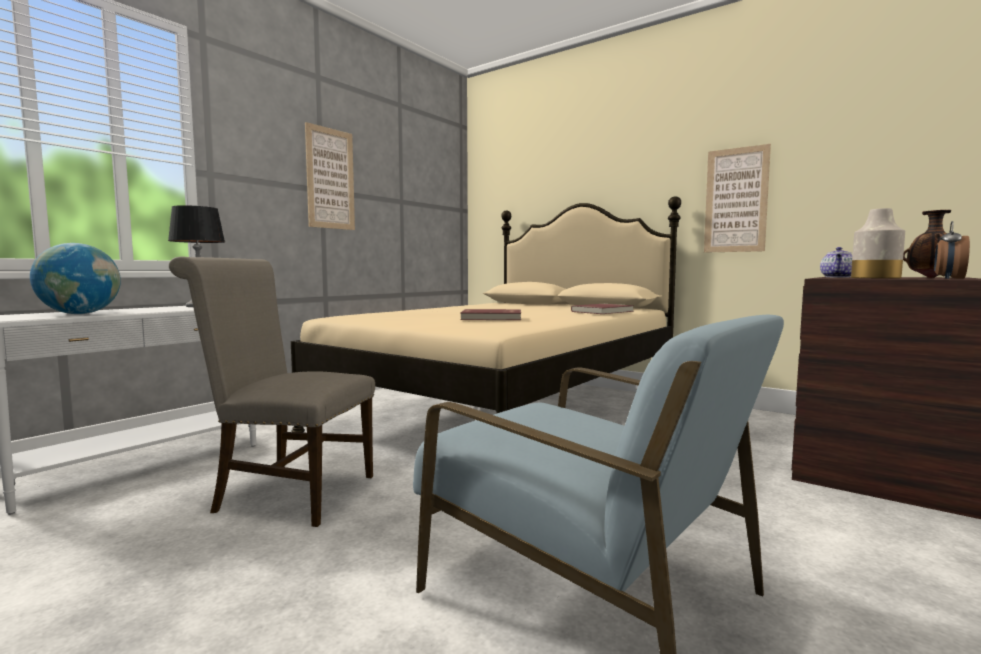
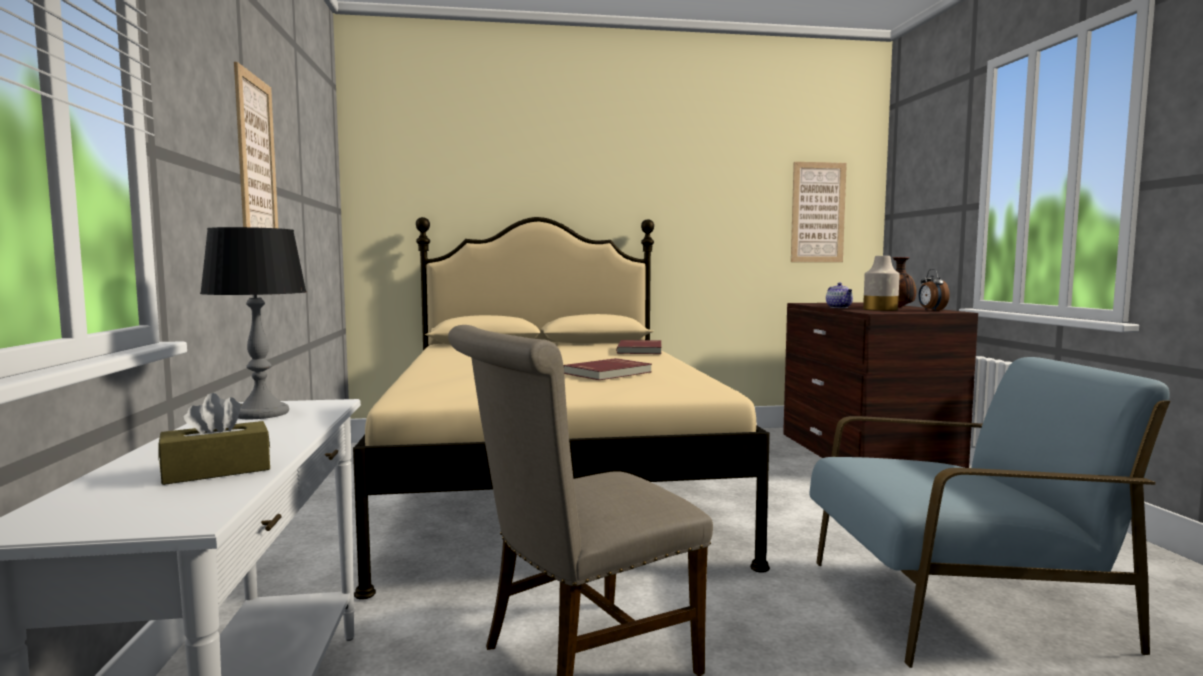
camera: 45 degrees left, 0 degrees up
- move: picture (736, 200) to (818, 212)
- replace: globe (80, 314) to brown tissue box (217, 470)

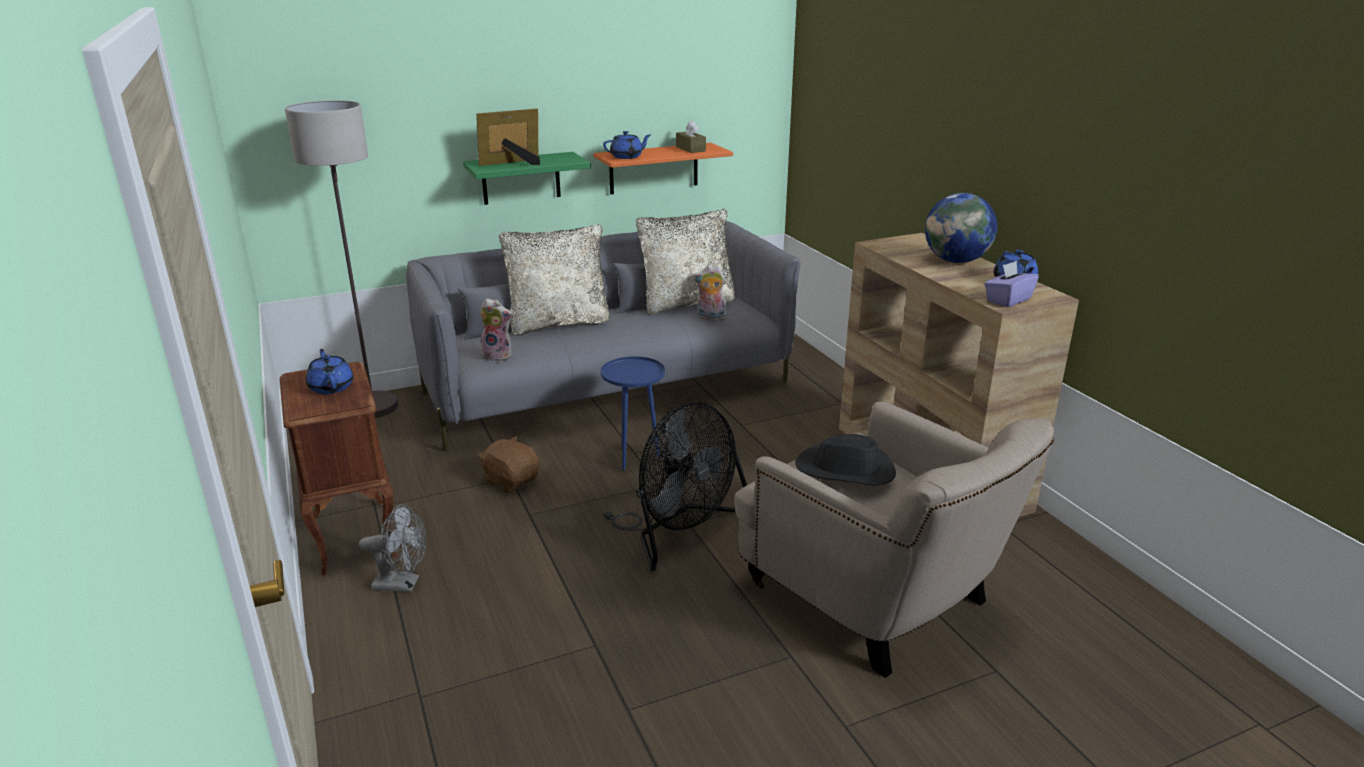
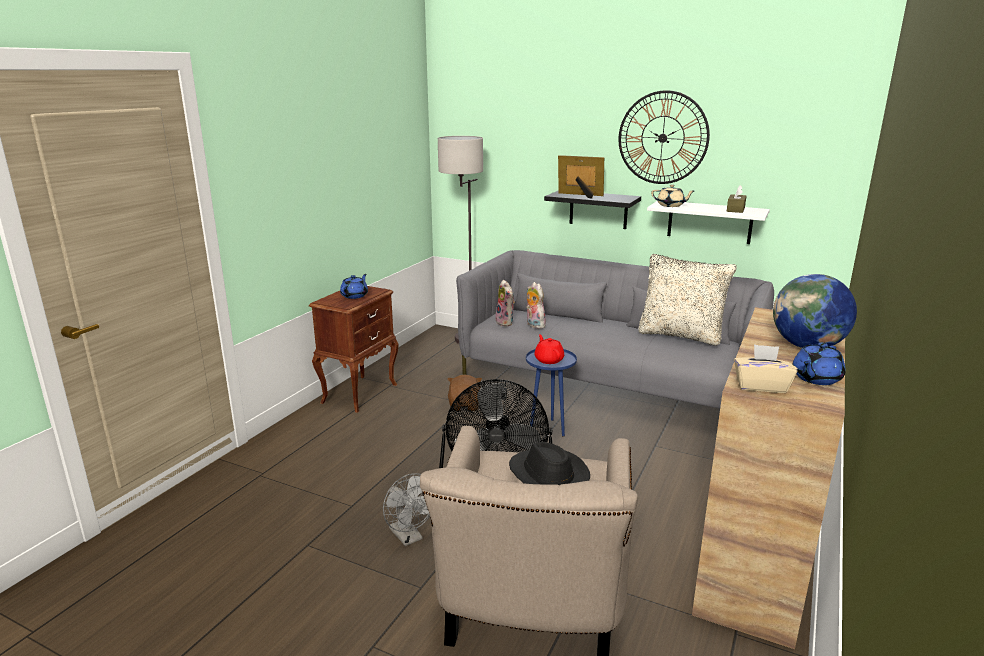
camera: 50 degrees right, 5 degrees down
- recolor: blue teapot (627, 157) to beige teapot (671, 205)
- recolor: orange shelf (654, 168) to white shelf (709, 222)
- recolor: green shelf (521, 178) to black shelf (598, 209)
- delete: beige pillow (560, 324)
- recolor: purple tissue box (1007, 300) to beige tissue box (761, 386)
- move: plush toy (710, 318) to (534, 325)
- move: grey fan (403, 584) to (409, 537)
- insert: wall clock (662, 138)
- insert: red teapot (549, 359)

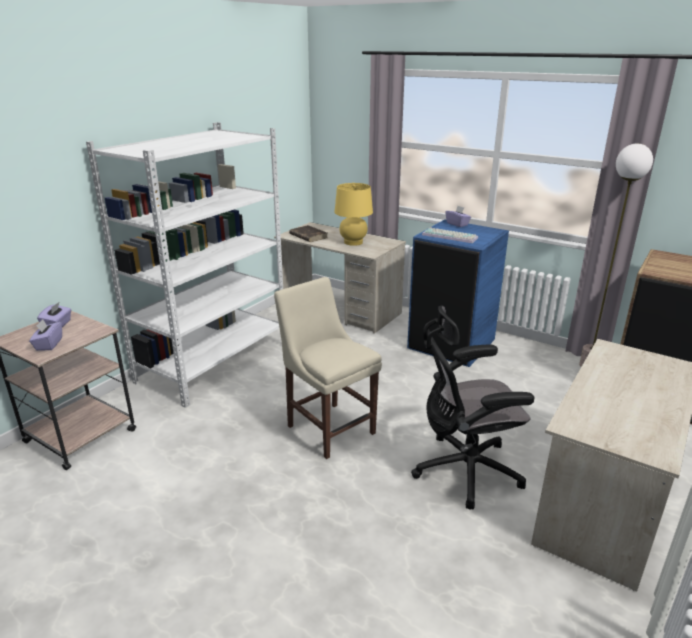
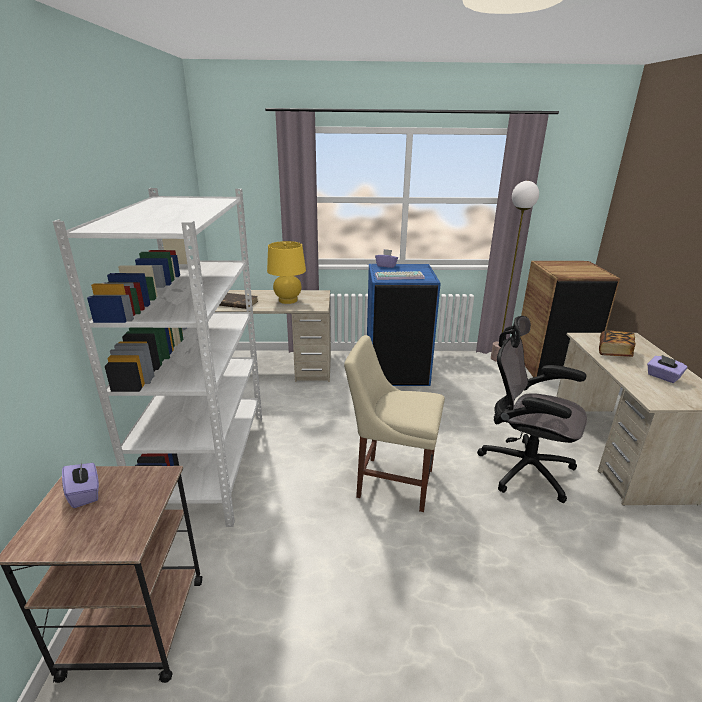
camera: 35 degrees left, 0 degrees up
- rotate: office chair (466, 471) = (525, 470) 75 degrees clockwise
- move: purple tissue box (48, 344) to (662, 377)
- insert: book (614, 352)

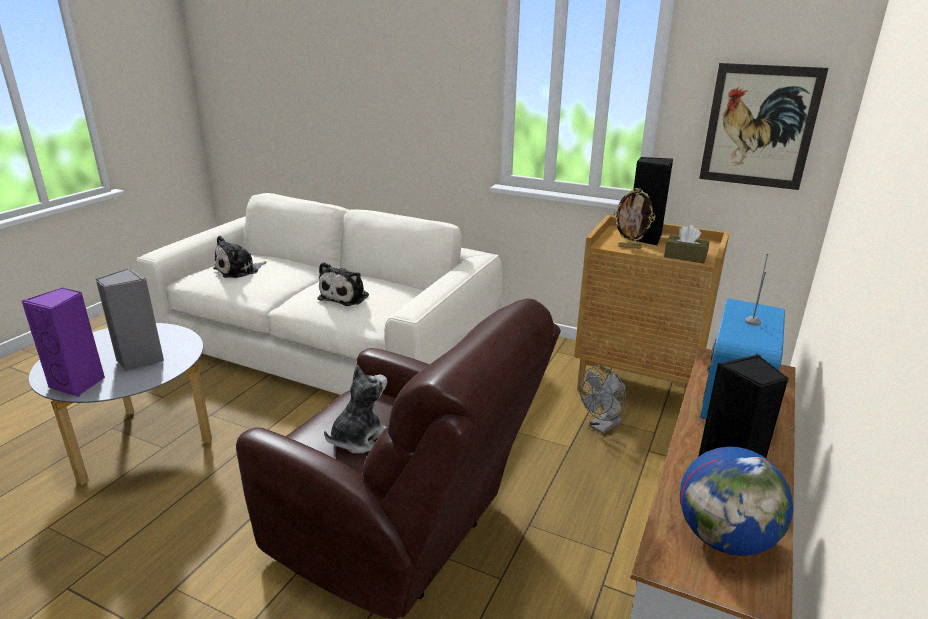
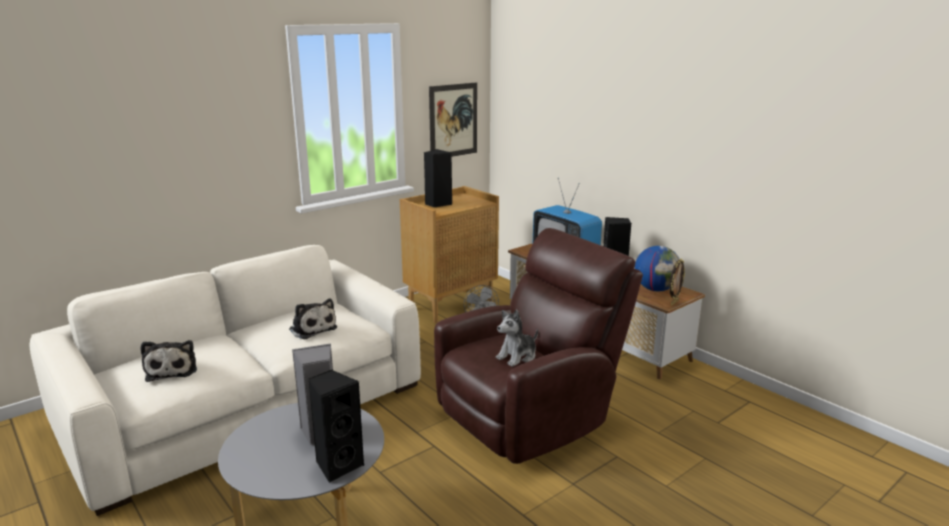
camera: 65 degrees left, 5 degrees down
- move: picture frame (630, 247) to (674, 302)
- delete: brown tissue box (685, 257)
- recolor: purple speaker (79, 384) to black speaker (338, 465)
- rotate: plush toy (359, 438) = (517, 356) 105 degrees counterclockwise

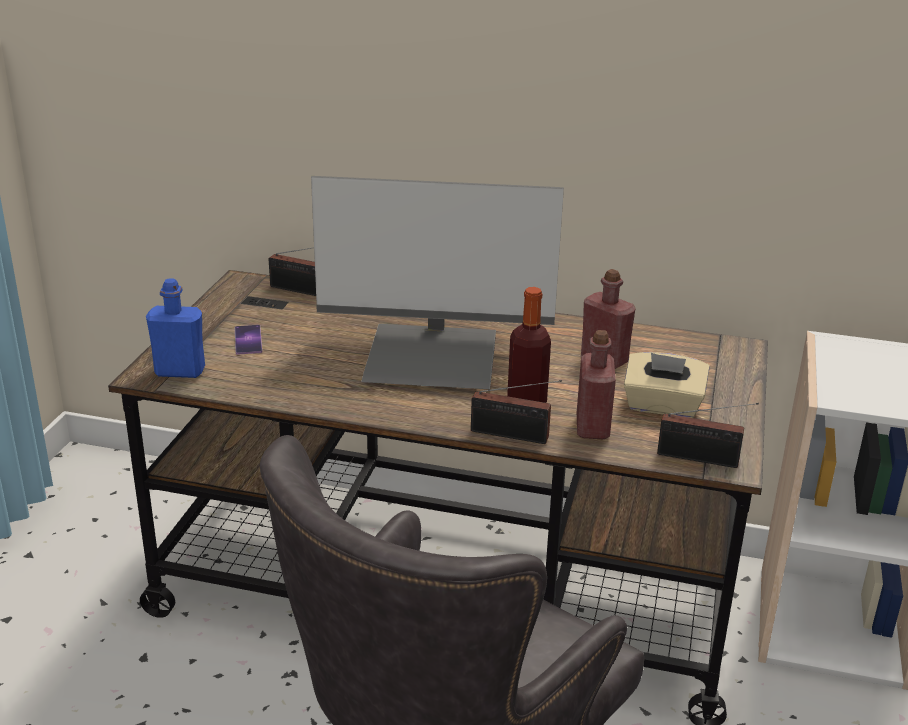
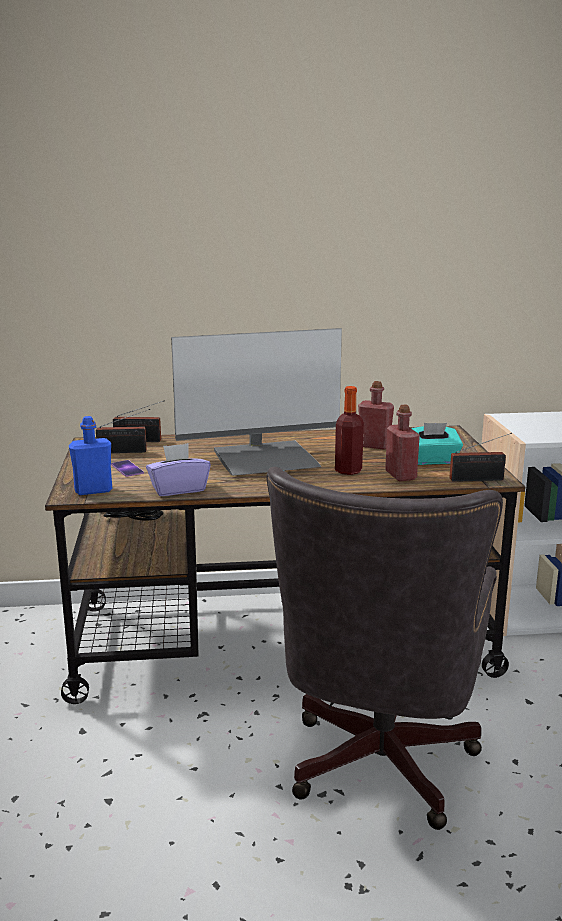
camera: 20 degrees left, 10 degrees down
- recolor: beige tissue box (662, 406) to turquoise tissue box (431, 461)
- move: radio (513, 435) to (125, 451)
- insert: purple tissue box (178, 489)

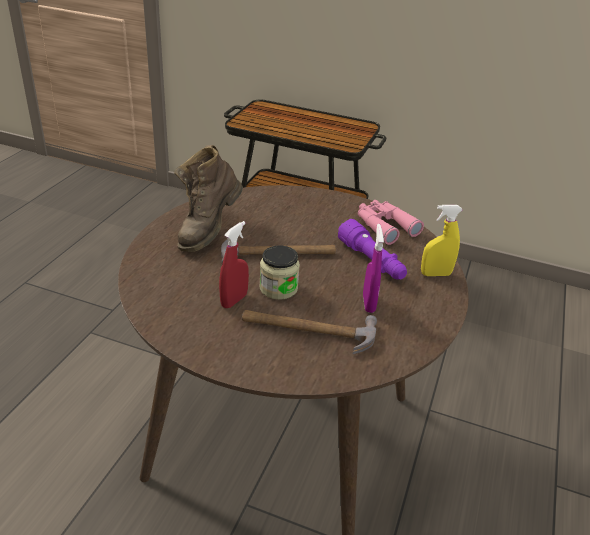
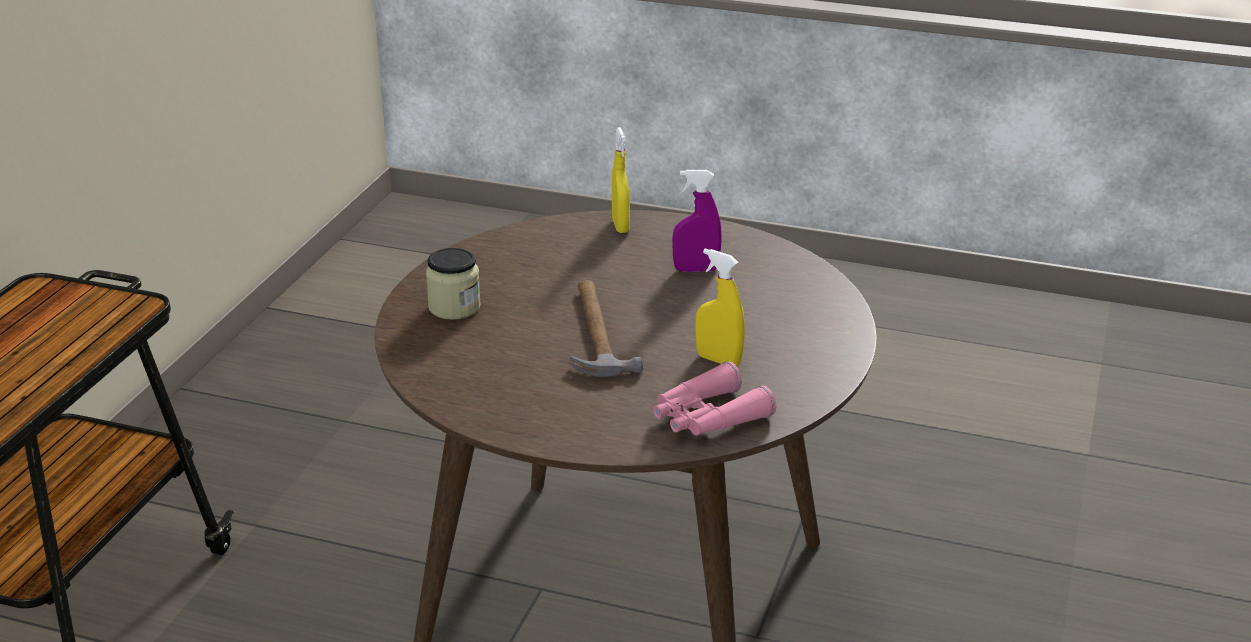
camera: 90 degrees left, 5 degrees down
- delete: brown boot (208, 231)
- move: pink binoculars (384, 226) to (707, 417)
- delete: purple flashlight (371, 261)
- recolor: red spray bottle (234, 300) to yellow spray bottle (718, 360)
- move: jar (278, 288) to (454, 307)
- delete: hammer (307, 330)

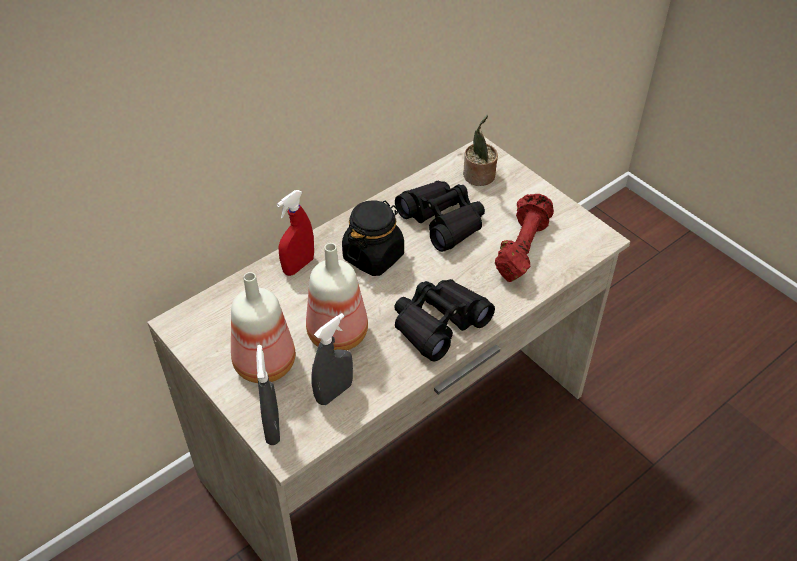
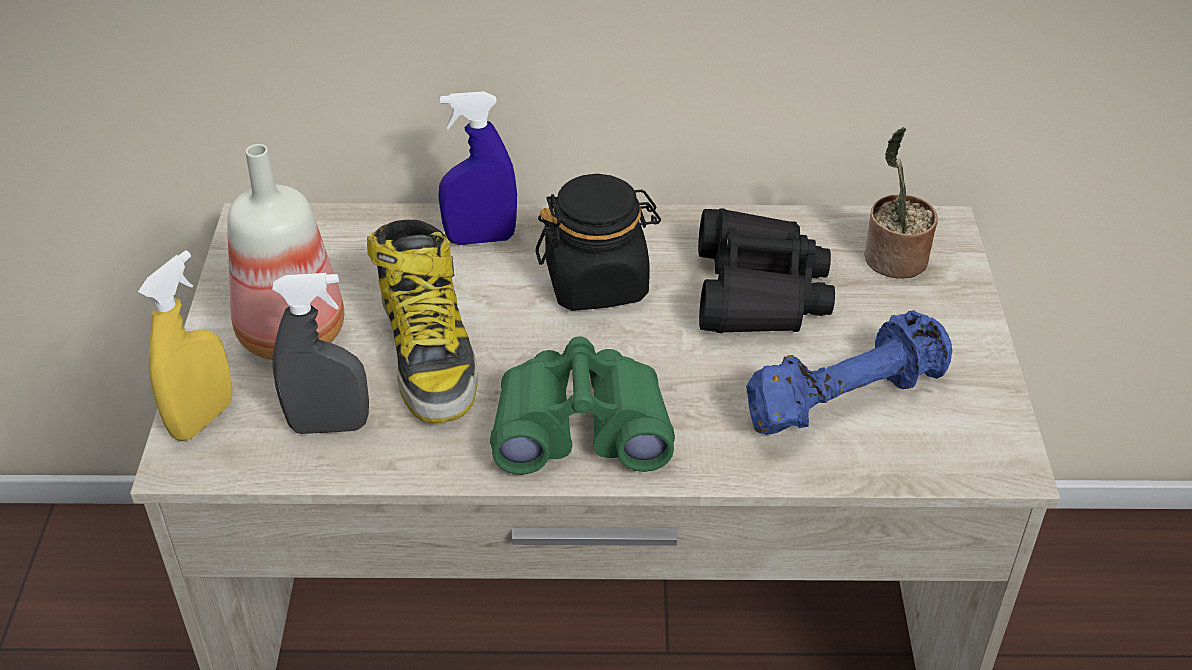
camera: 40 degrees right, 5 degrees down
- recolor: red spray bottle (298, 266) to blue spray bottle (481, 238)
- recolor: red dumbbell (521, 247) to blue dumbbell (843, 397)
- replace: bottle (337, 332) to boot (428, 351)
- recolor: black binoculars (438, 323) to green binoculars (581, 427)
- recolor: grey spray bottle (272, 428) to yellow spray bottle (203, 419)

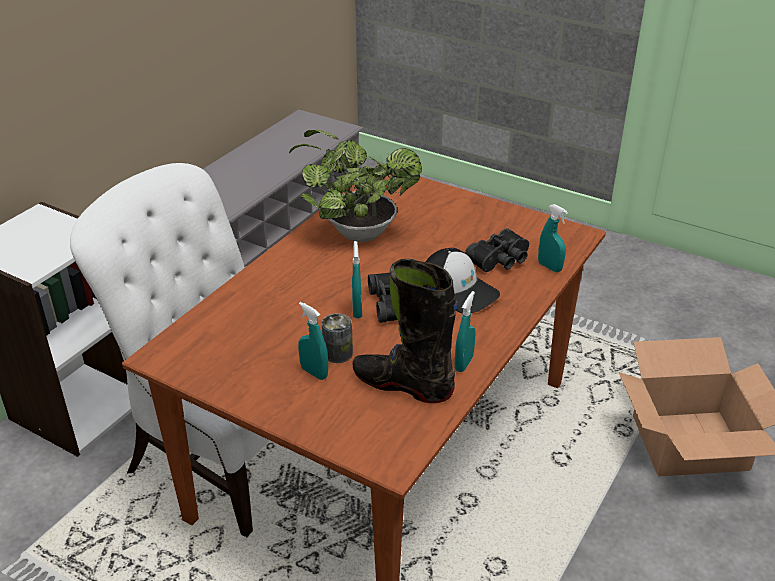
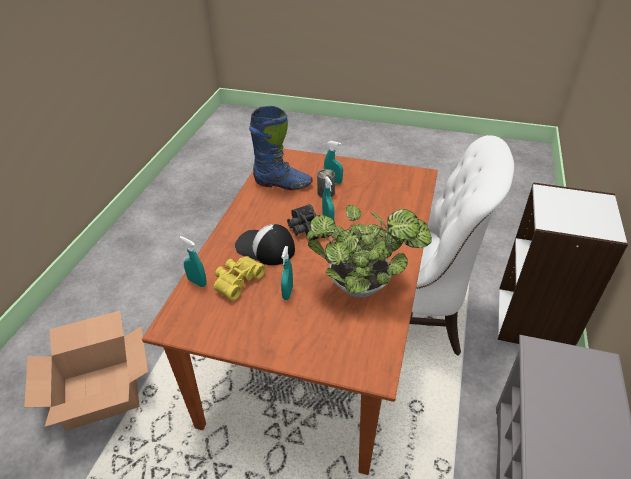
camera: 165 degrees right, 5 degrees up
- recolor: black binoculars (501, 260) to yellow binoculars (237, 281)
- recolor: black boot (403, 385) to blue boot (283, 184)
- move: turquoise spray bottle (464, 363) to (287, 292)

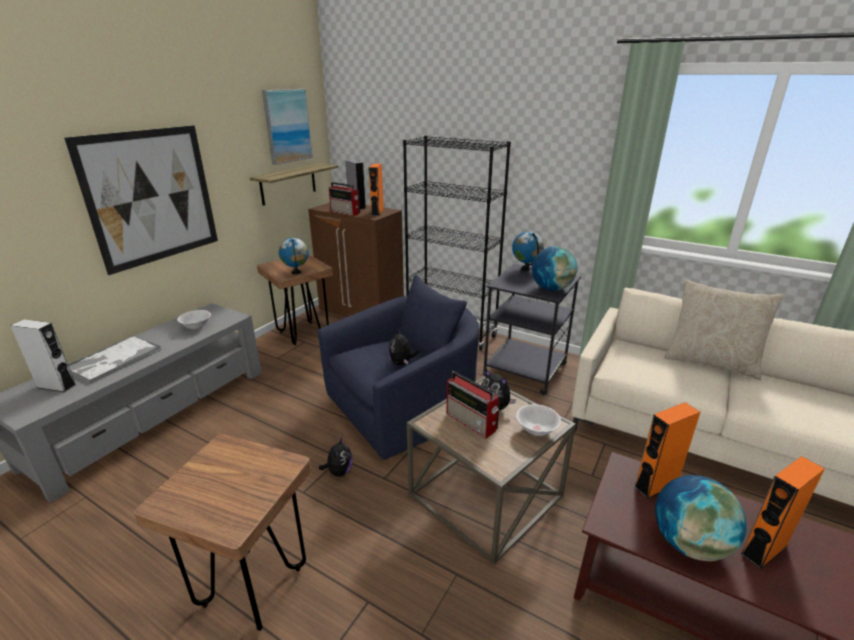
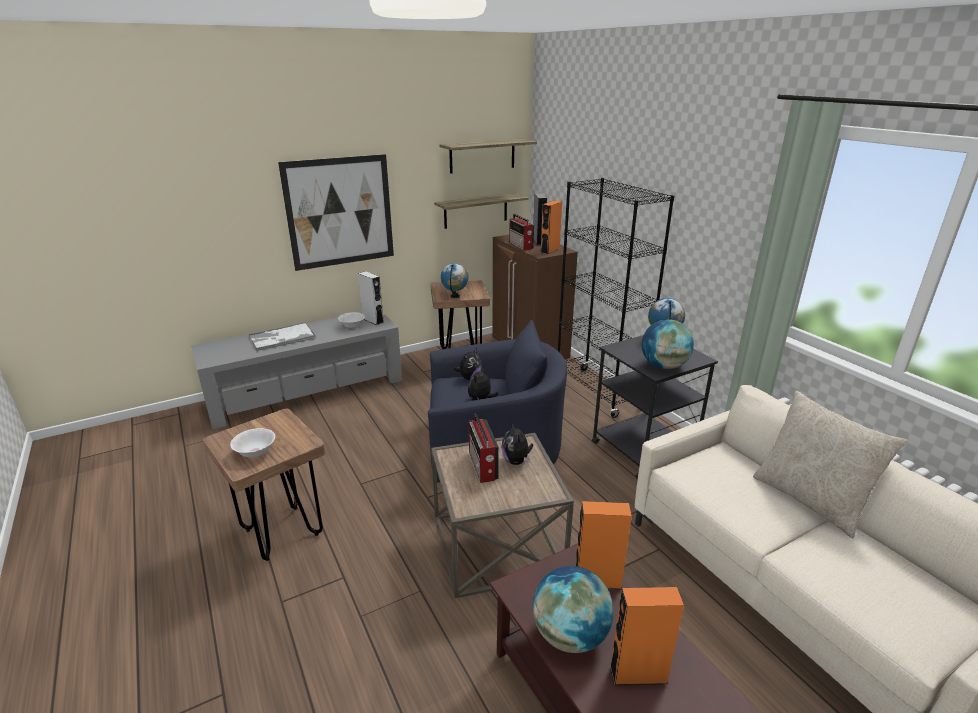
camera: 30 degrees right, 0 degrees up
- replace: picture (287, 126) to shelf (482, 156)
- move: grey speaker (56, 386) to (373, 320)
- move: white bowl (536, 430) to (255, 452)
- move: plush toy (339, 472) to (469, 378)

